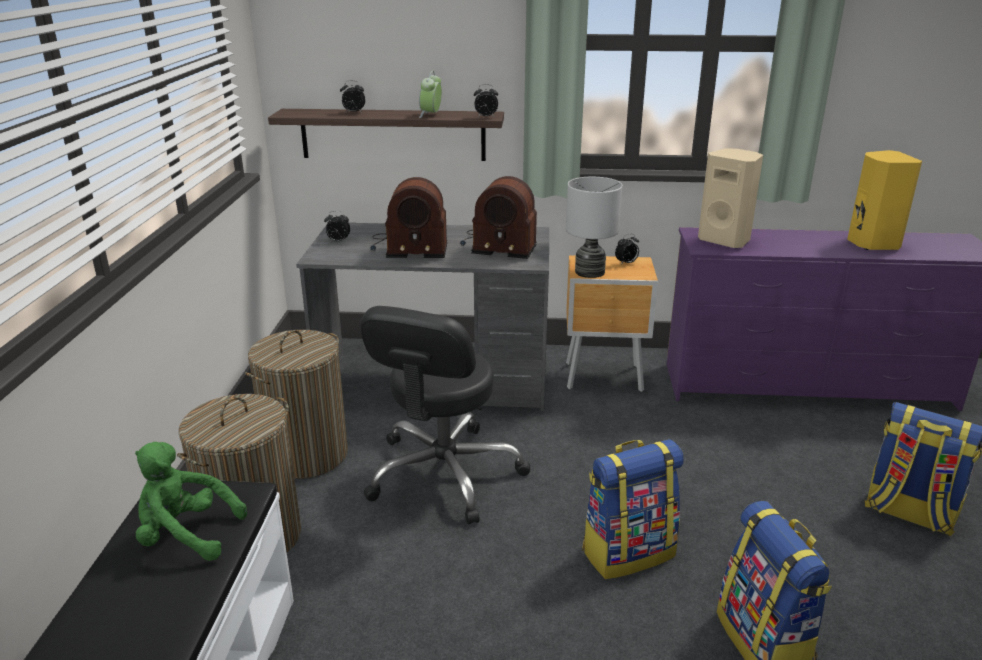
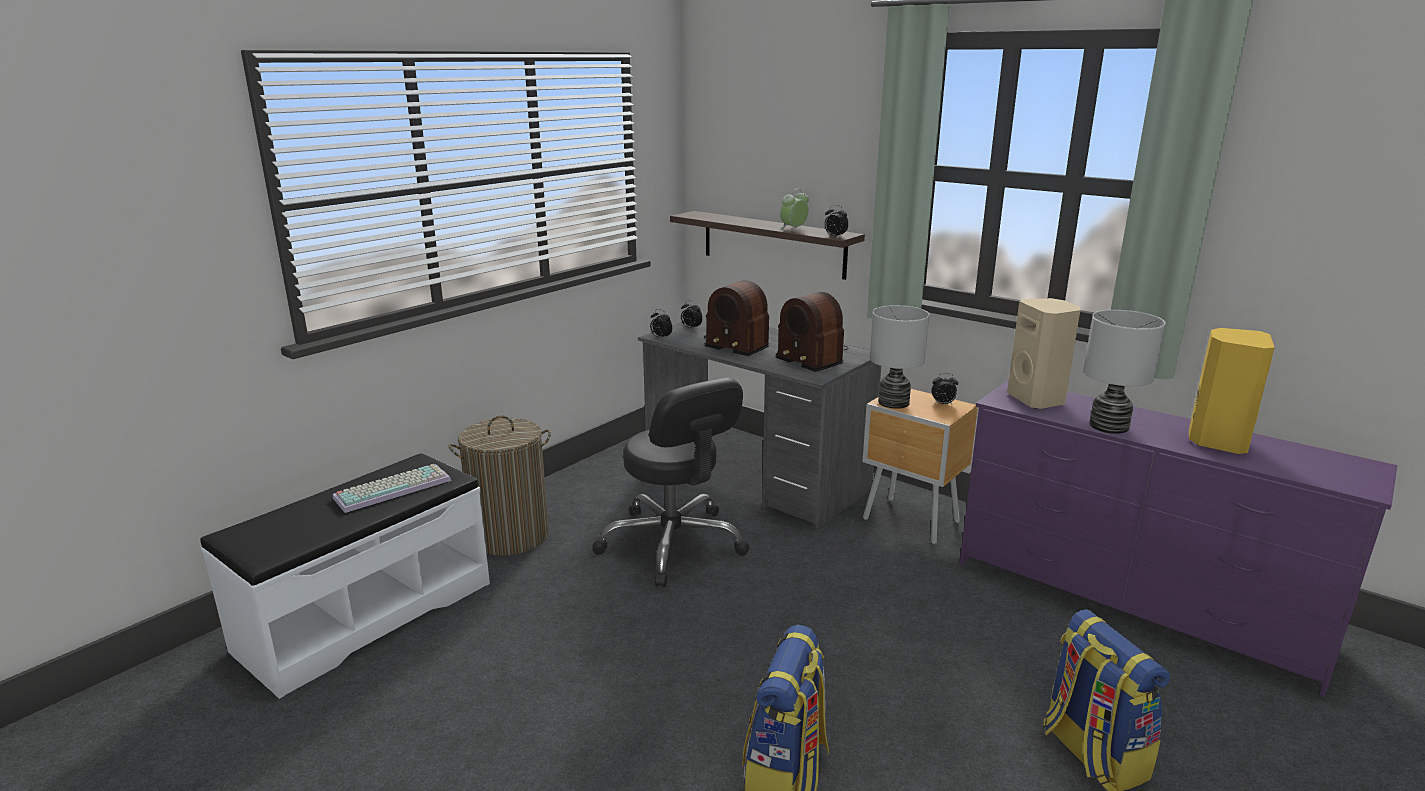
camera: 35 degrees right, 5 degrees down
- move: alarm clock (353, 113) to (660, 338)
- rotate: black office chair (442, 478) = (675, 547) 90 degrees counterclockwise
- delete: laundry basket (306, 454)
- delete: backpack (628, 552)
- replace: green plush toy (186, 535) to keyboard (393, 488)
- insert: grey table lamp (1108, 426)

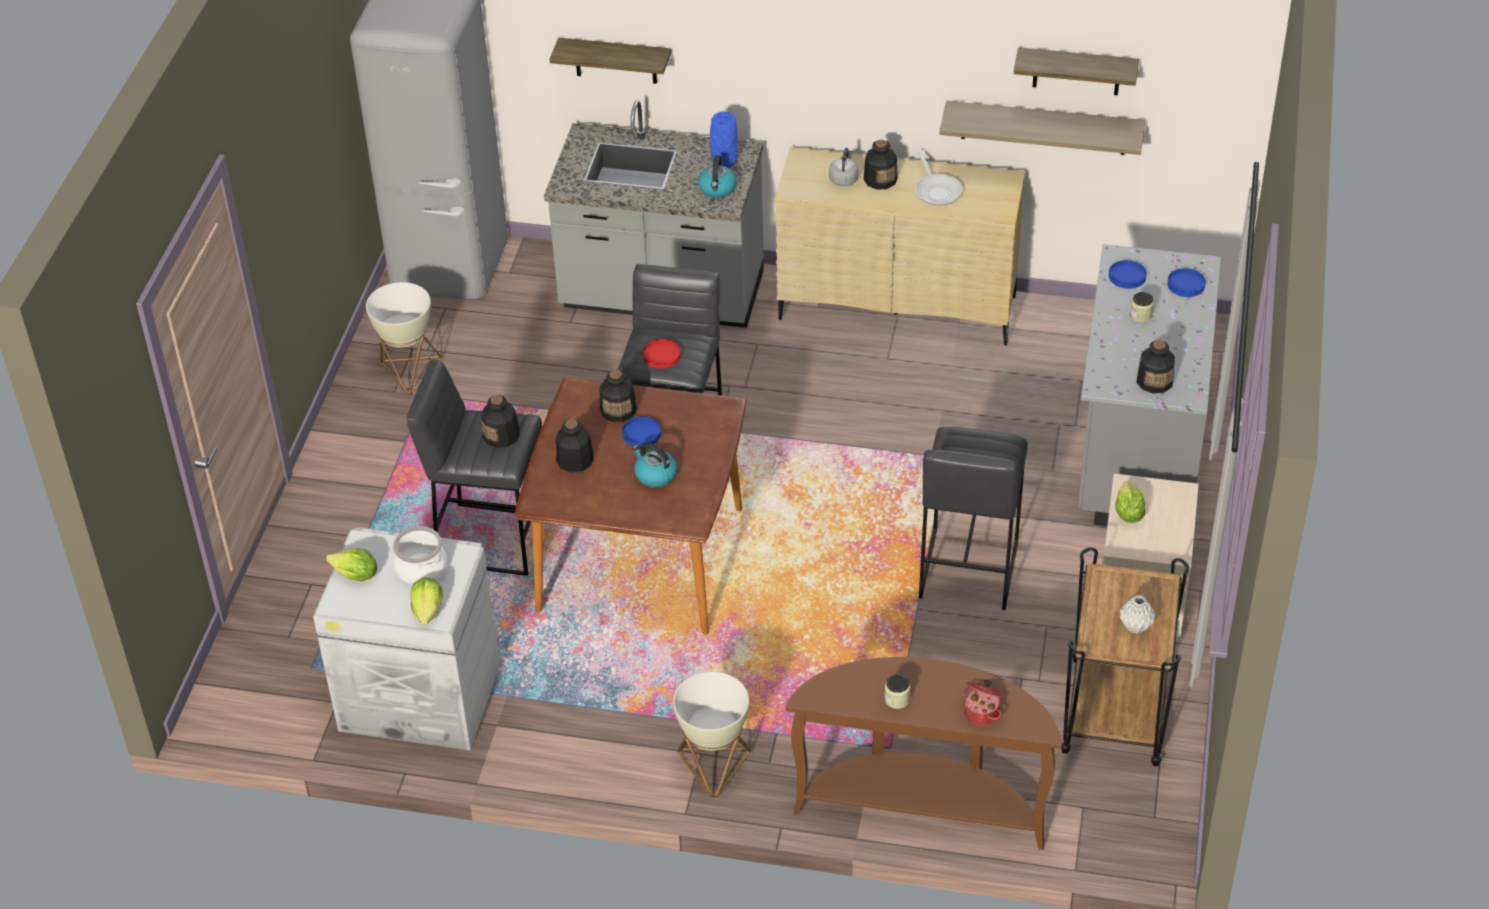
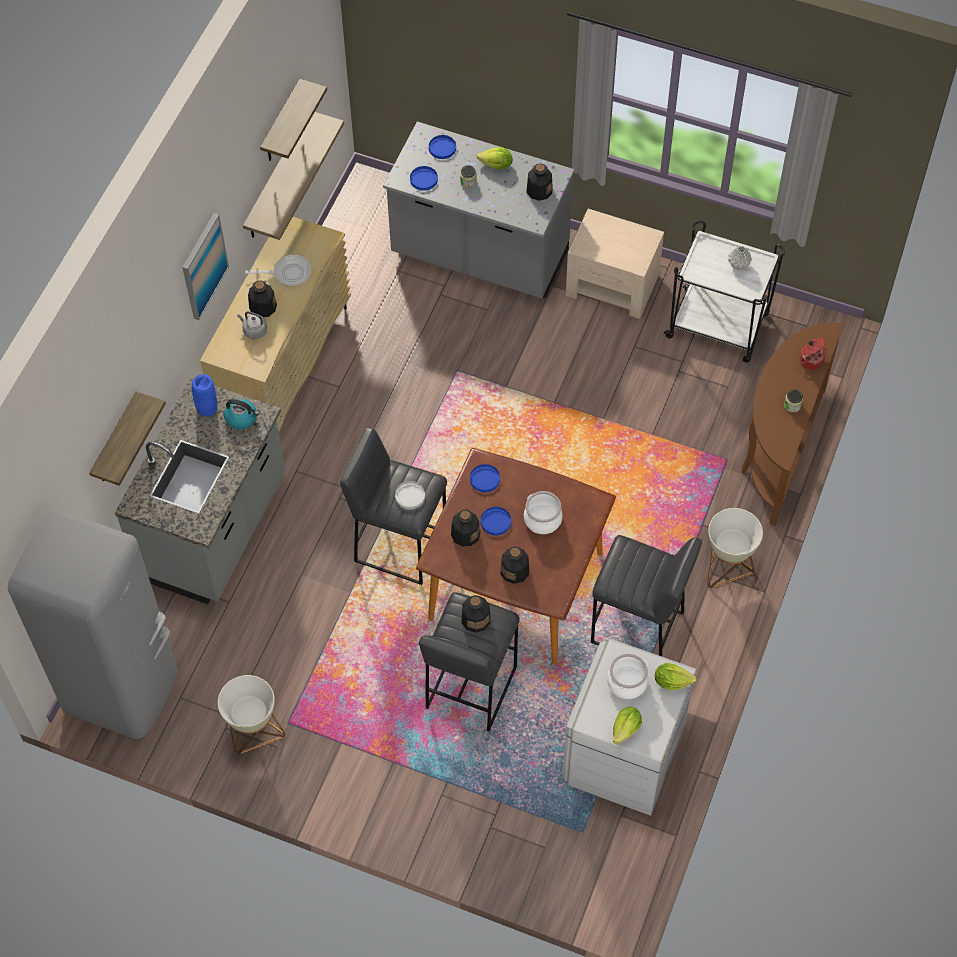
camera: 80 degrees left, 15 degrees up
- recolor: red plate (661, 355) to white plate (410, 496)
- move: grey stool (968, 570) to (639, 628)
- replace: kettle (655, 475) to cooking pot (543, 519)
- move: lettuce (1128, 513) to (496, 165)
- recolor: brown cart (1115, 713) to white cart (718, 326)
- insert: picture (203, 266)
- insert: blue plate (484, 479)

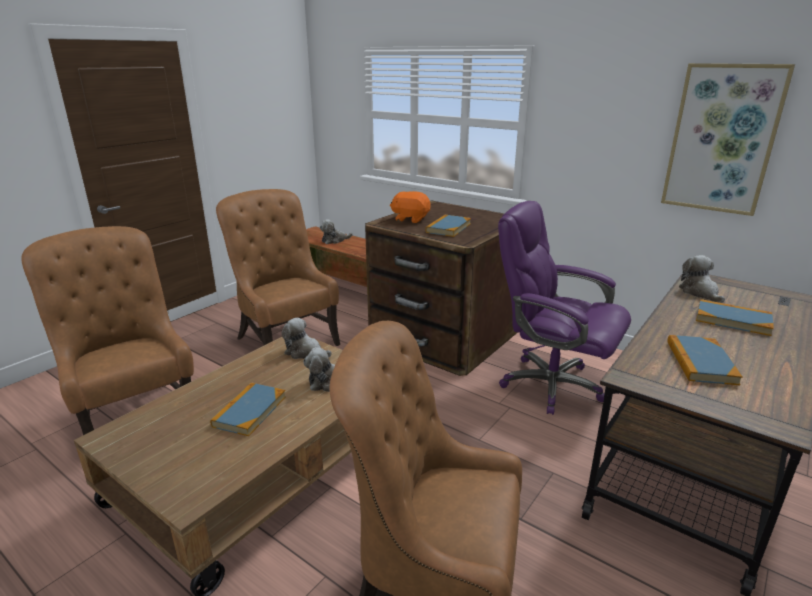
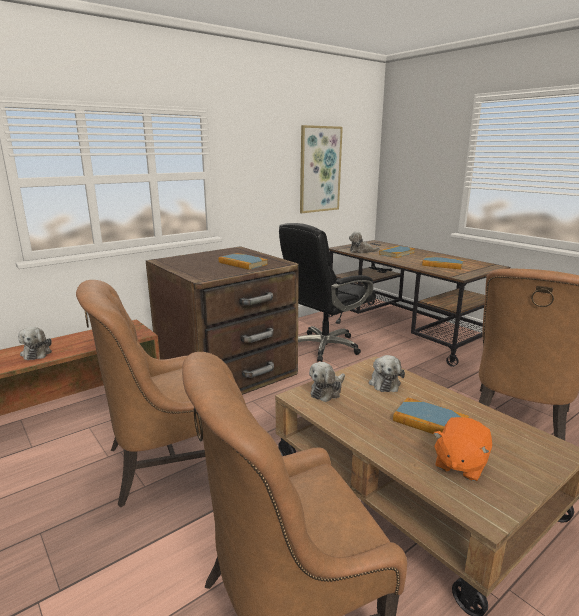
camera: 75 degrees left, 5 degrees down
- move: orange plush toy (410, 219) to (460, 464)
- recolor: purple office chair (553, 385) to black office chair (326, 346)

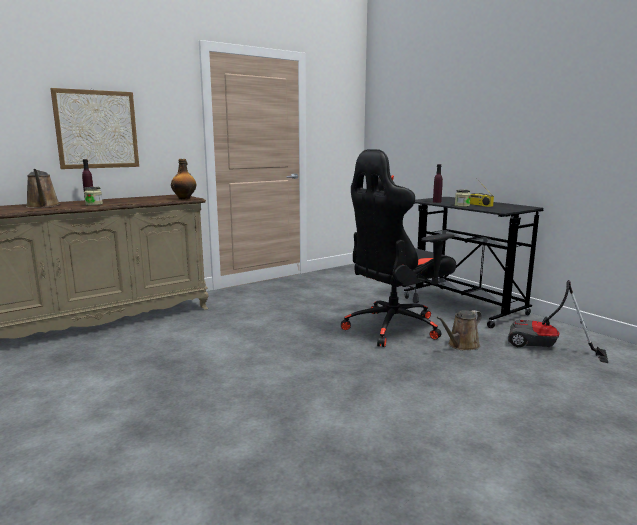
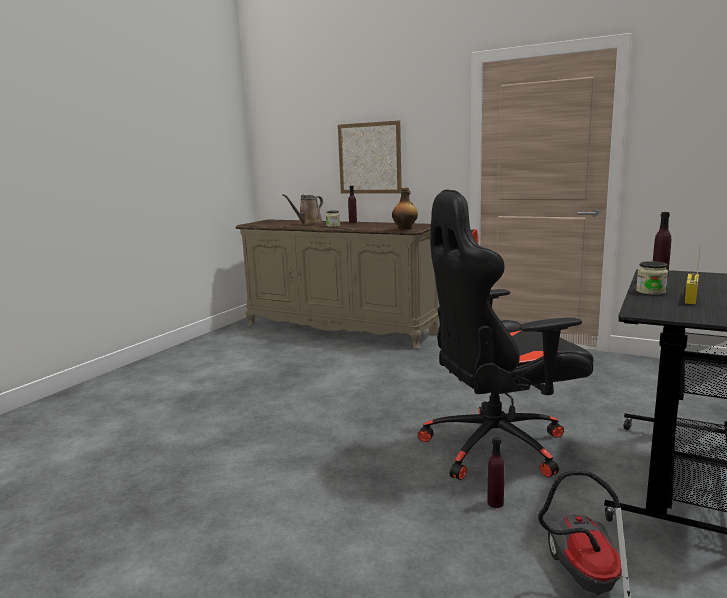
camera: 65 degrees right, 0 degrees up
- rotate: black office chair (398, 326) = (504, 445) 45 degrees counterclockwise
- replace: brown watering can (461, 345) to purple bottle (495, 503)

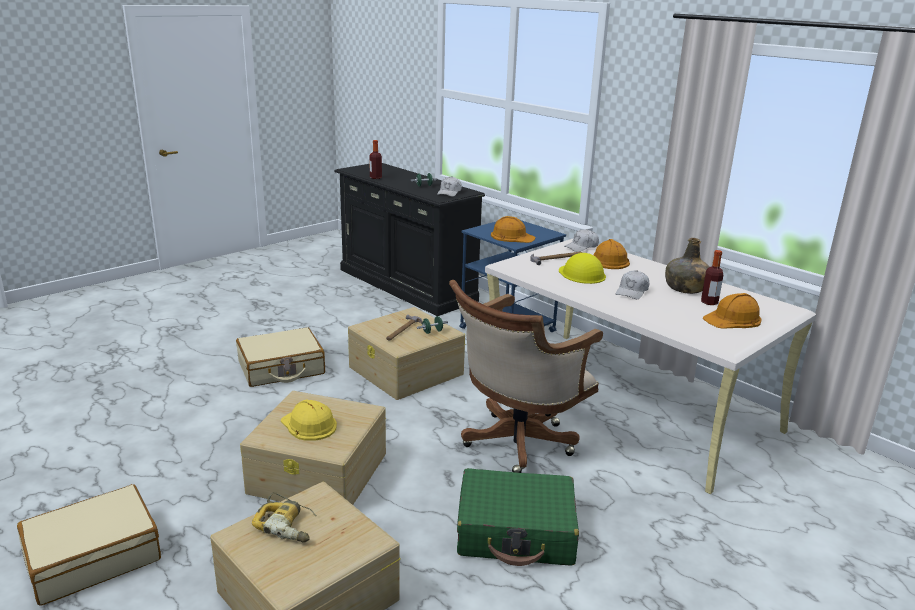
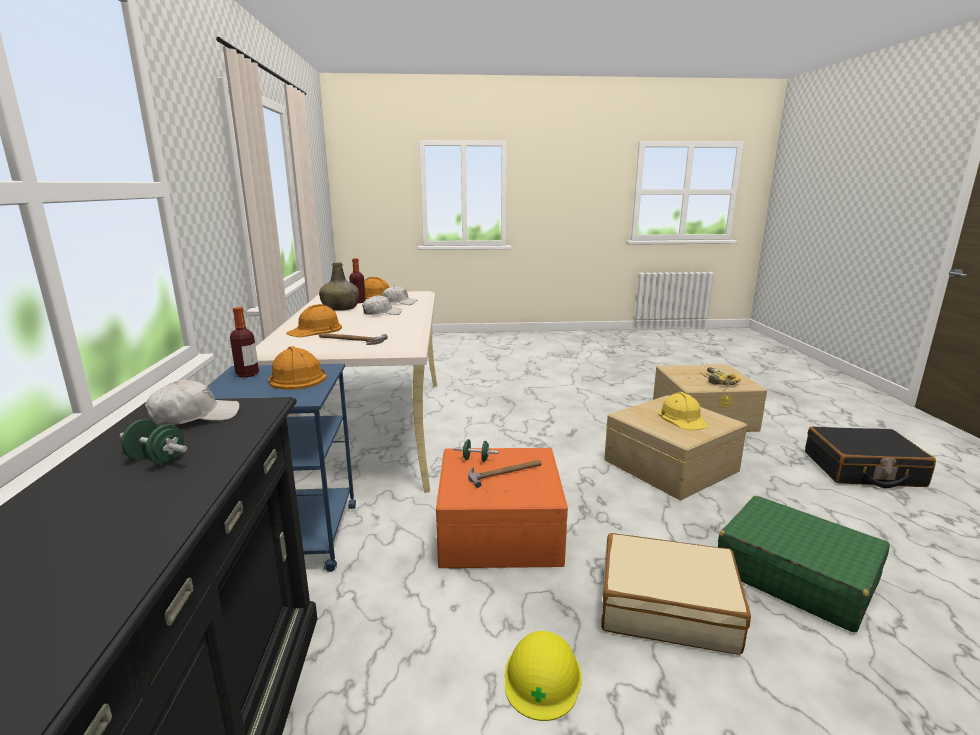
camera: 140 degrees left, 5 degrees down
- move: bottle (375, 177) to (247, 374)
- move: white cap (581, 247) to (399, 302)
- move: yellow hard hat (582, 274) to (542, 677)
- delete: office chair (515, 445)
- recolor: beige storage box (406, 371) to orange storage box (499, 528)
- move: green suitcase (516, 532) to (794, 575)
- recolor: beige suitcase (93, 556) to black suitcase (862, 470)

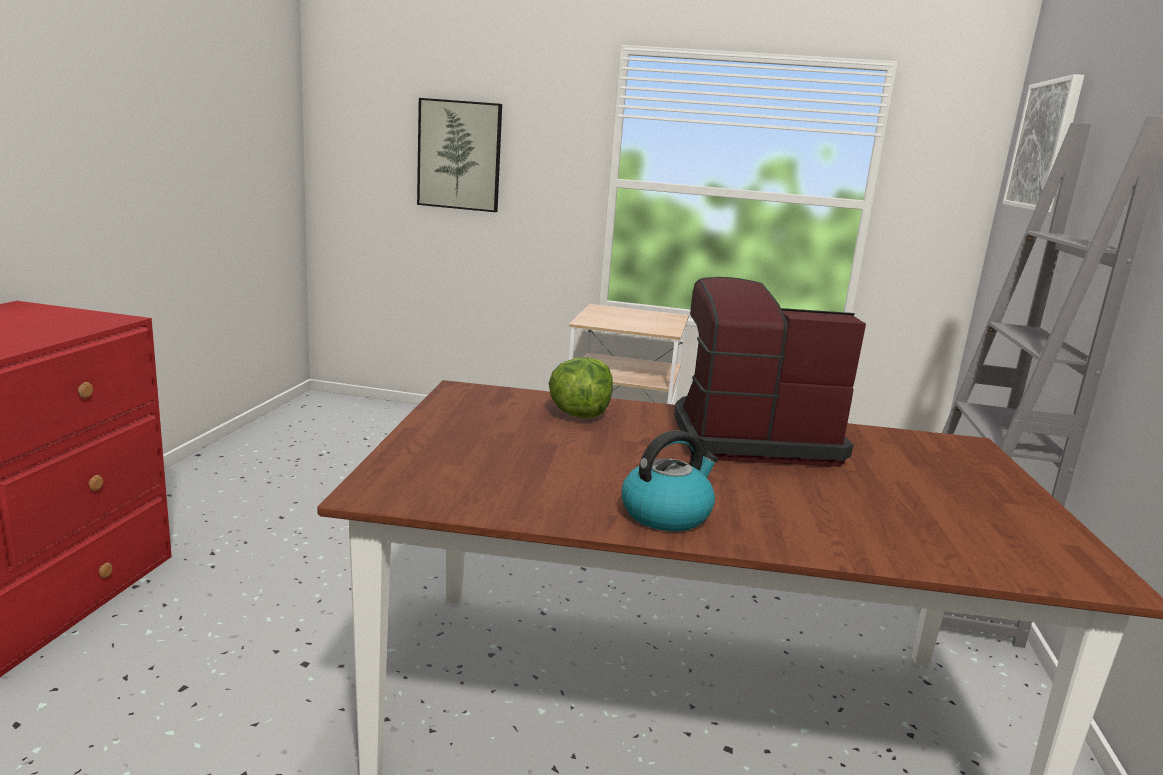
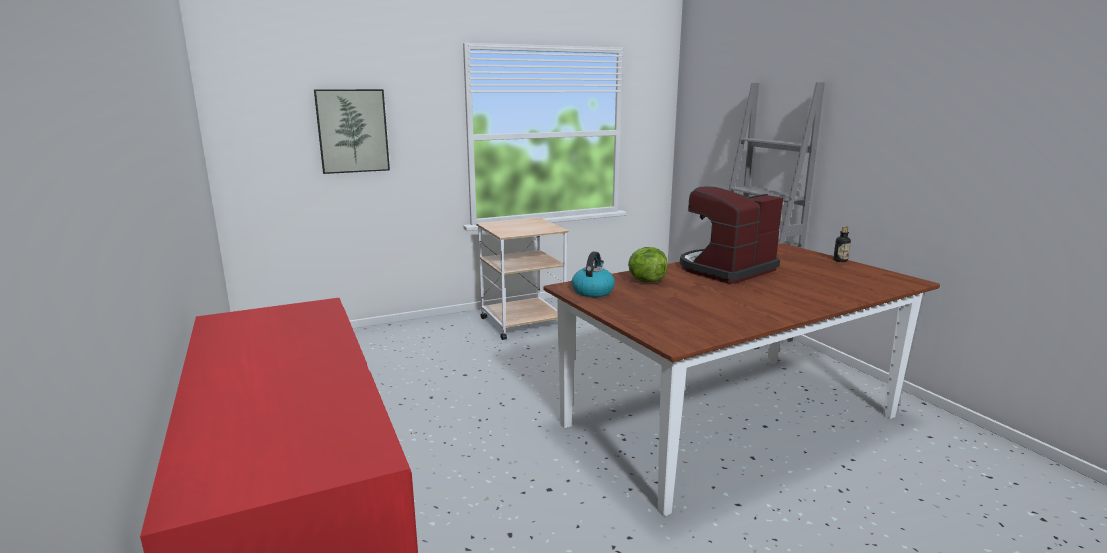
camera: 35 degrees left, 0 degrees up
- delete: picture (1044, 145)
- move: kettle (666, 514) to (593, 291)
- insert: bottle (840, 260)

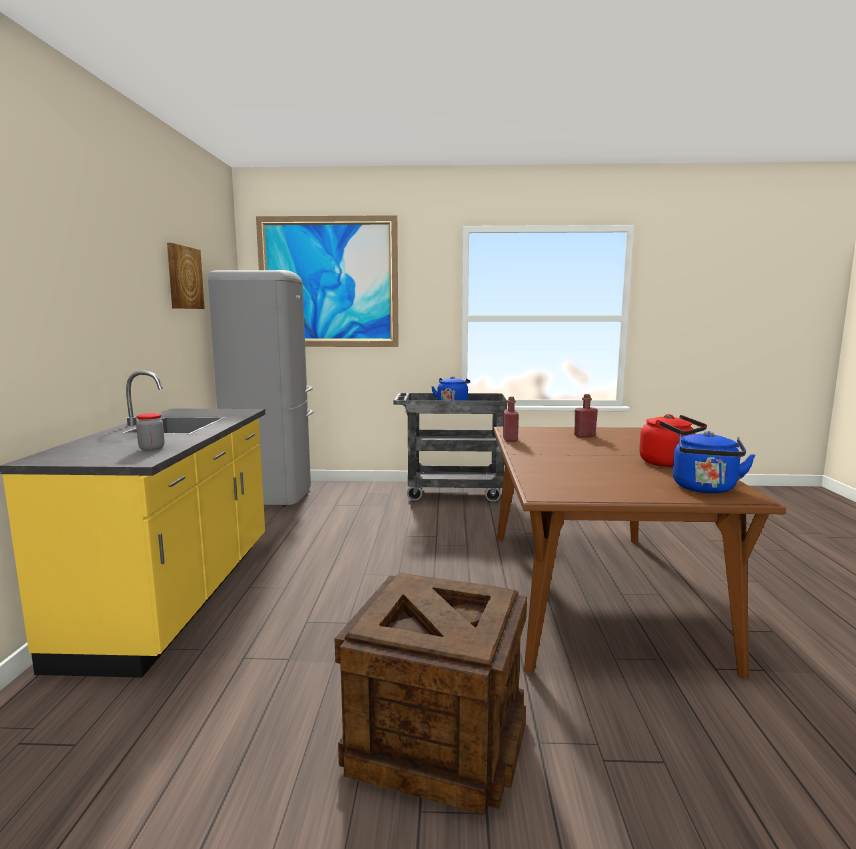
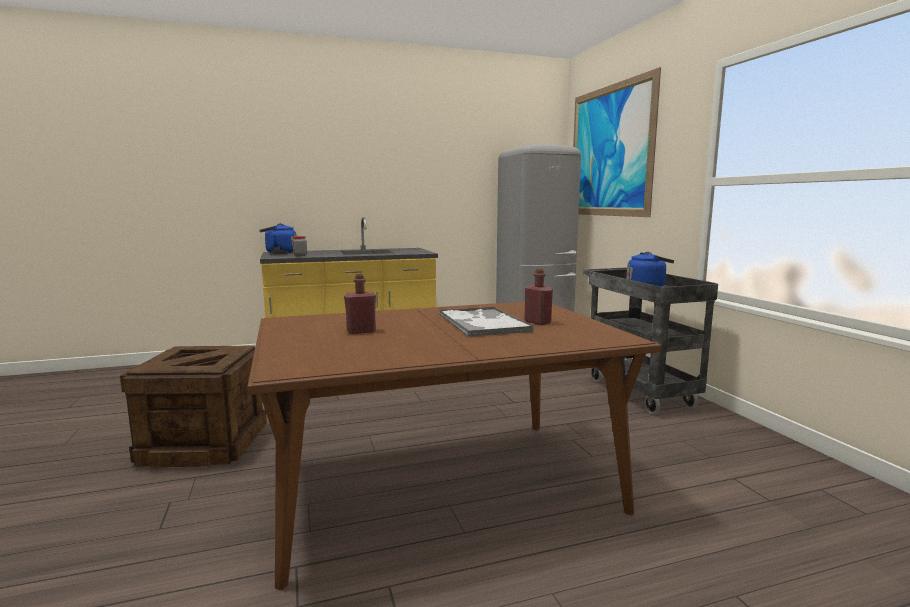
camera: 70 degrees right, 0 degrees up
- delete: picture (184, 277)
- move: red bottle (510, 439) to (361, 331)
- delete: red kettle (669, 463)
- move: blue kettle (705, 489) to (279, 253)
- insert: tray (482, 322)

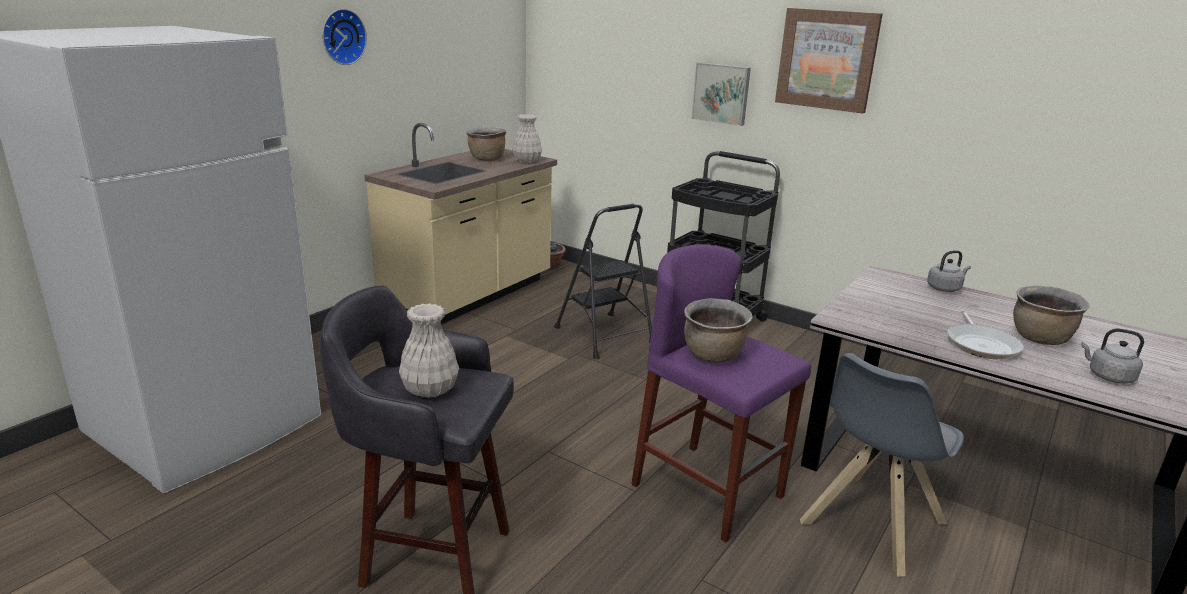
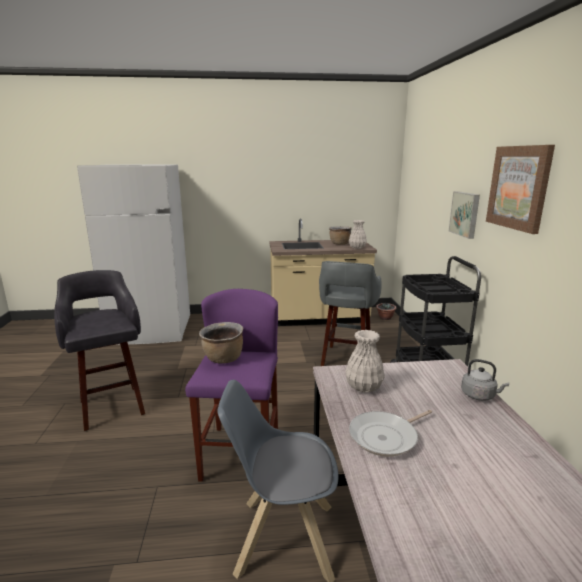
camera: 50 degrees right, 5 degrees down
- delete: wall clock (342, 36)
- replace: black step ladder (605, 336) to grey stool (346, 360)
- delete: brown cooking pot (1040, 339)
- move: white vase (430, 389) to (364, 386)
- delete: grey kettle (1108, 376)

